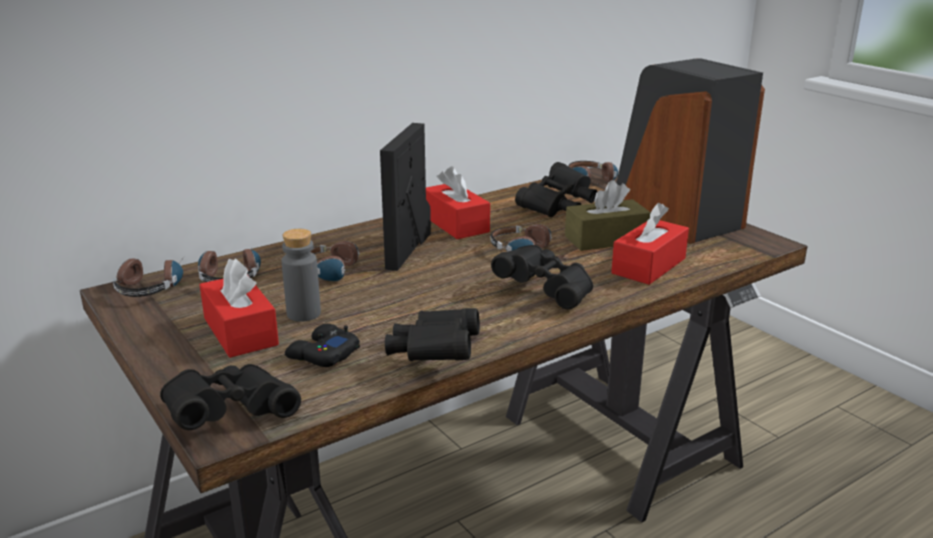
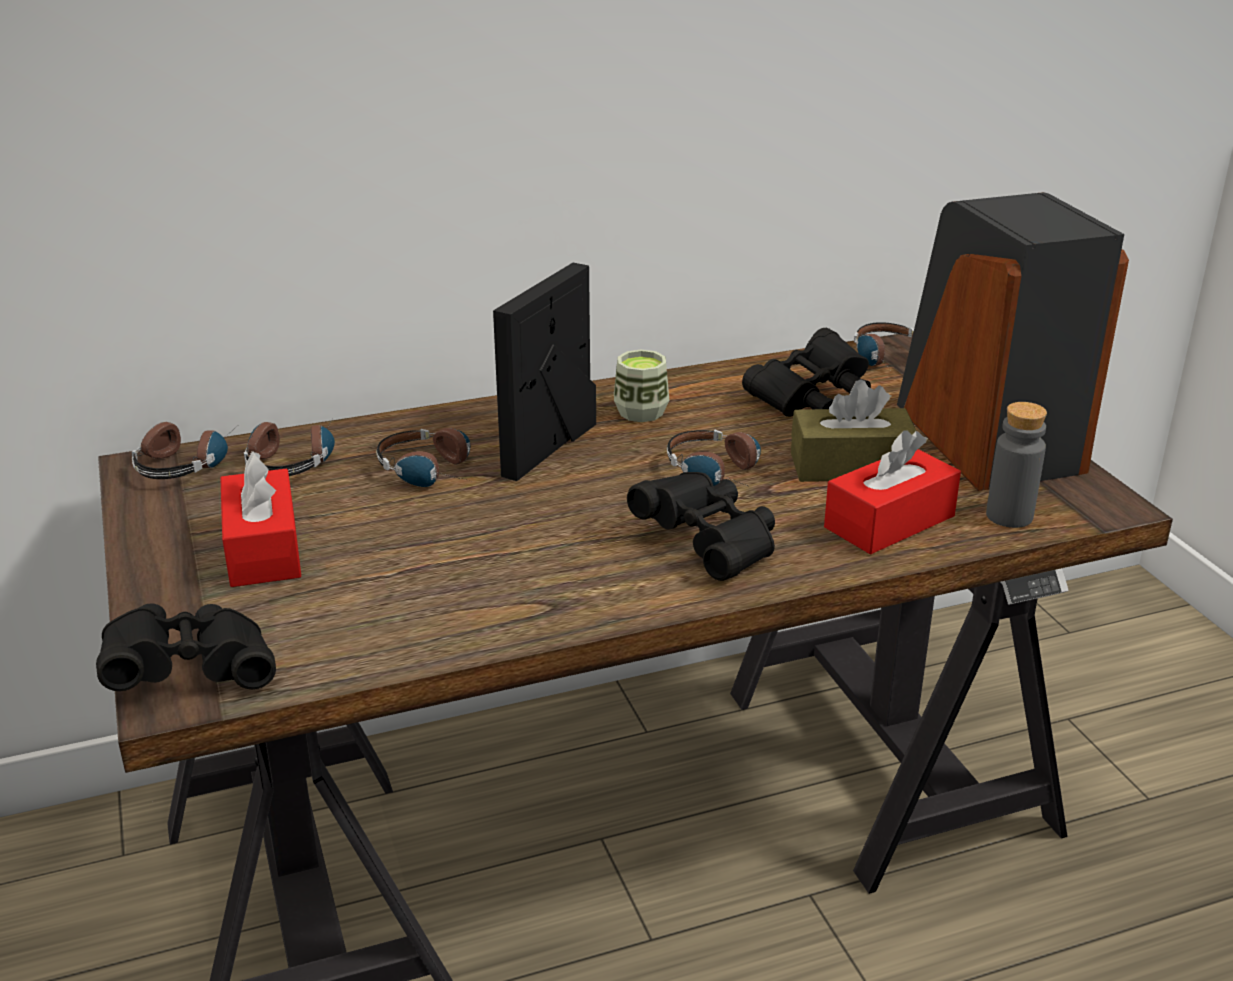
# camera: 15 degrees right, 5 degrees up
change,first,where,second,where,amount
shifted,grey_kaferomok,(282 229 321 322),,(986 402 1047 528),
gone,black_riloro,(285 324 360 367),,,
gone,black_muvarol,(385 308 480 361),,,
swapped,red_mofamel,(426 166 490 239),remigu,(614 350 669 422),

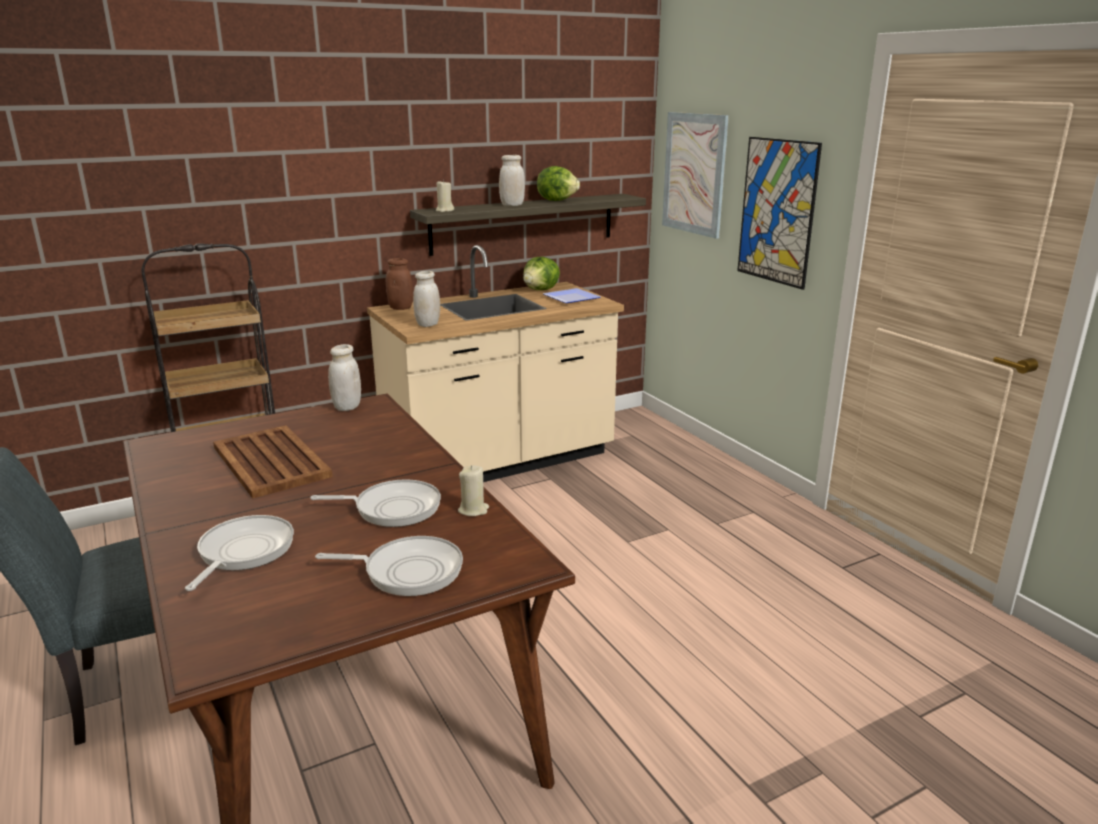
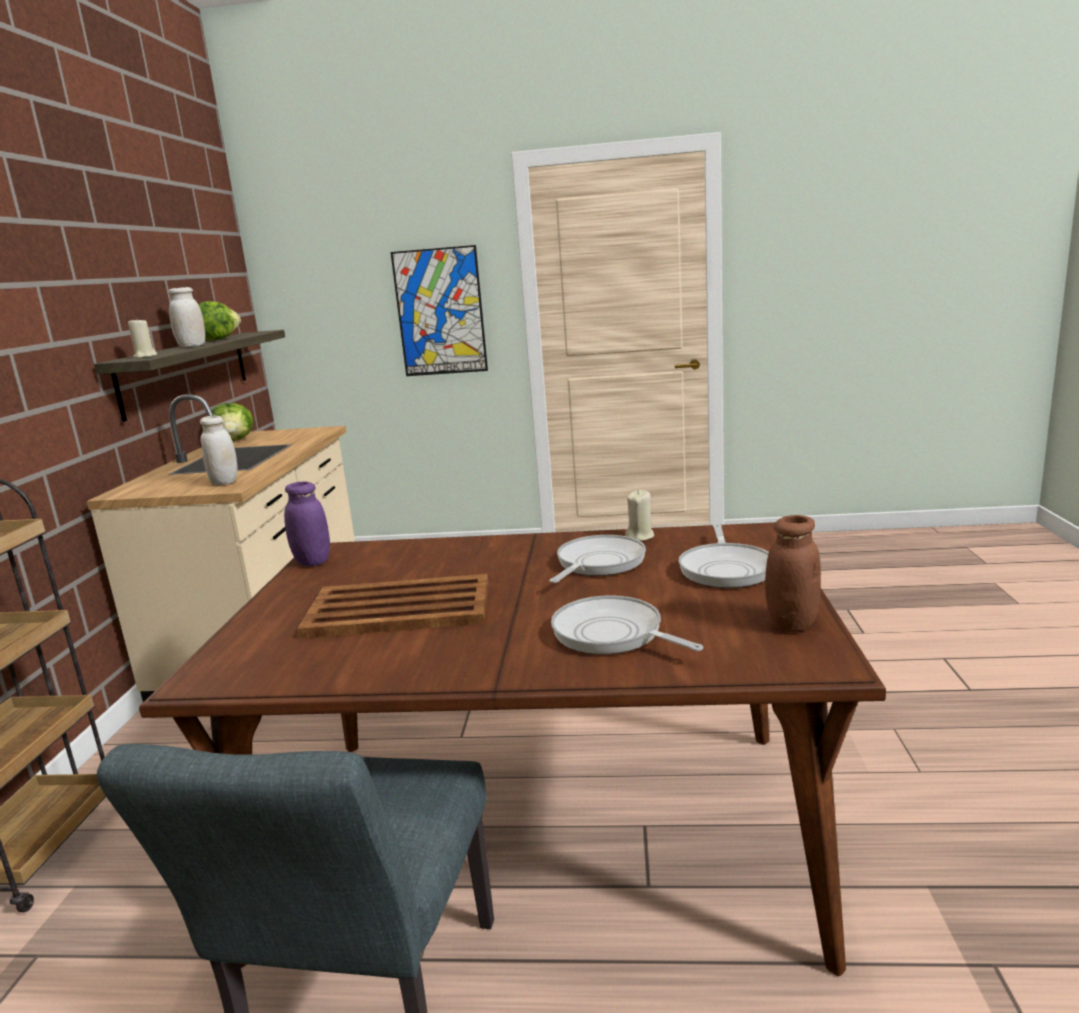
# camera: 55 degrees left, 5 degrees down
change,first,where,second,where,amount
rotated,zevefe,(315 536 463 596),,(679 524 769 588),150 degrees clockwise
repainted,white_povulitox,(328 344 361 411),purple_povulitox,(284 481 330 566),
shifted,brown_povulitox,(386 258 413 310),,(765 515 821 632),
gone,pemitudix,(543 288 601 303),,,
gone,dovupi,(662 112 729 239),,,

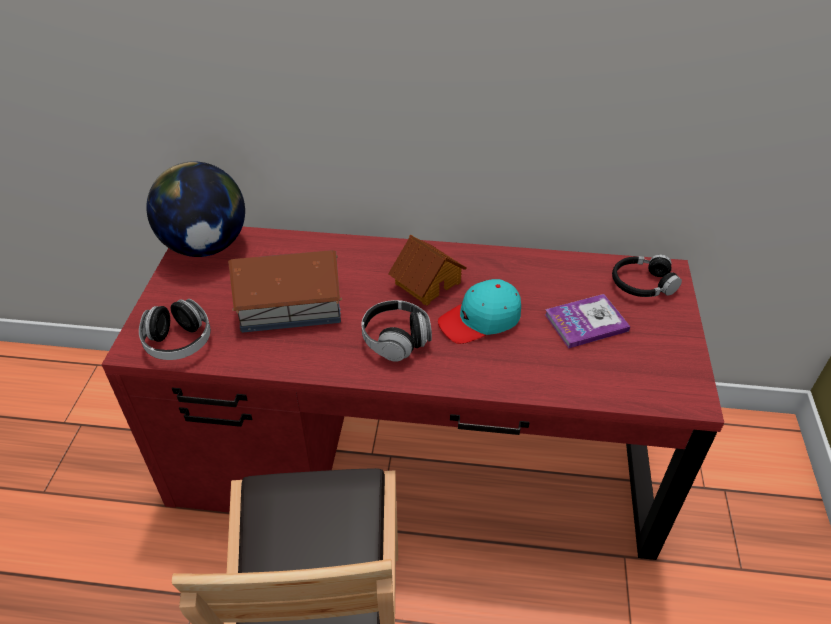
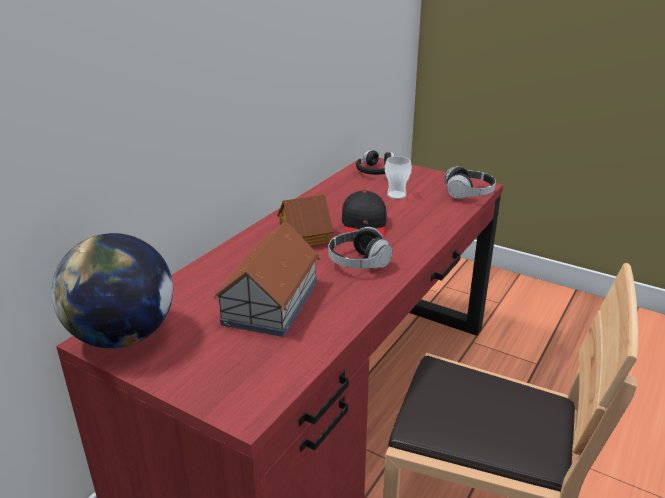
# camera: 65 degrees left, 15 degrees down
change,first,where,second,where,amount
shifted,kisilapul,(139 299 211 360),,(444 166 496 199),
repainted,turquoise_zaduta,(438 279 521 344),black_zaduta,(342 190 387 238),
swapped,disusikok,(544 294 630 349),remigu,(385 156 412 199),

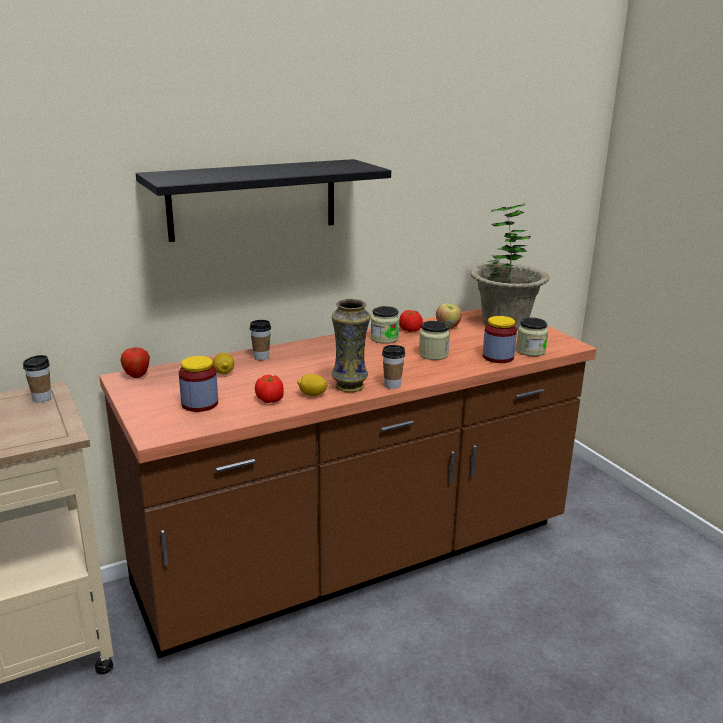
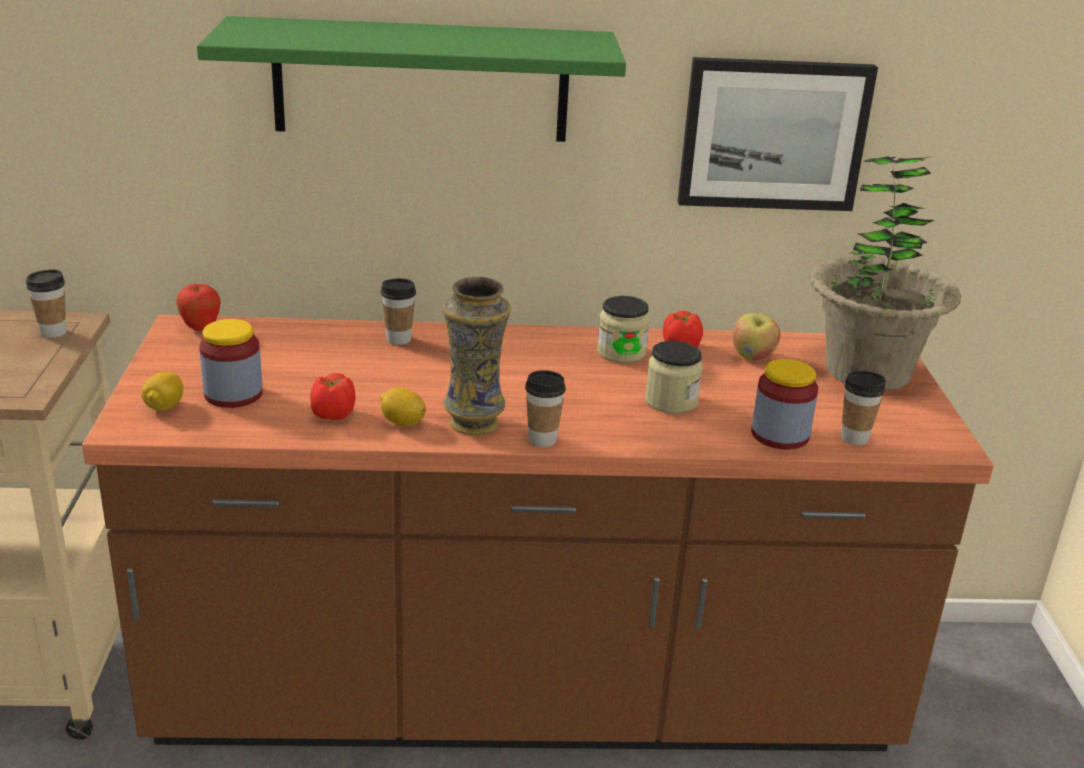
# camera: 25 degrees right, 5 degrees up
change,first,where,second,where,amount
repainted,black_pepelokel,(136 159 391 242),green_pepelokel,(197 16 626 142),
shifted,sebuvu,(213 353 234 374),,(141 372 183 411),
swapped,povulitox,(516 318 548 356),remigu,(841 371 886 445),
new,,,dovupi,(678 57 878 211),

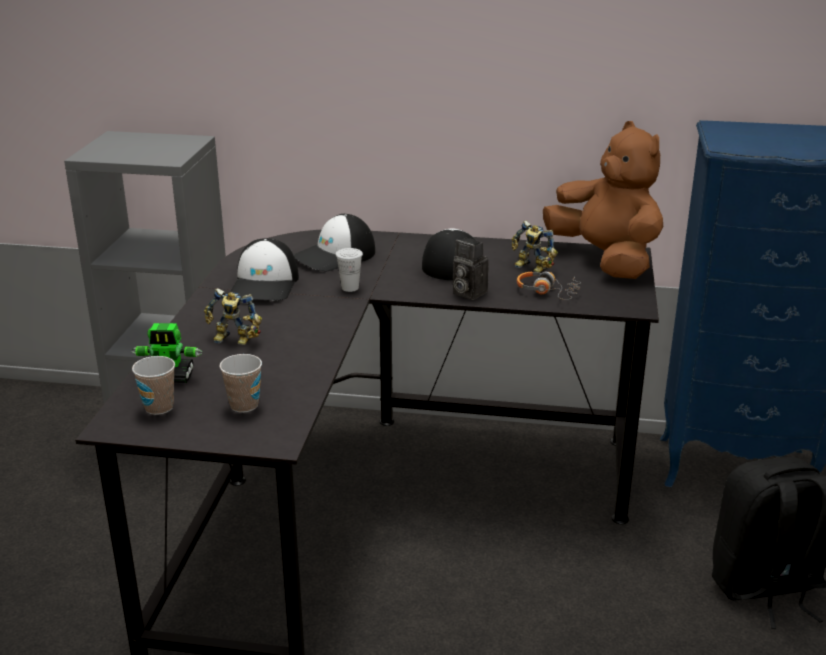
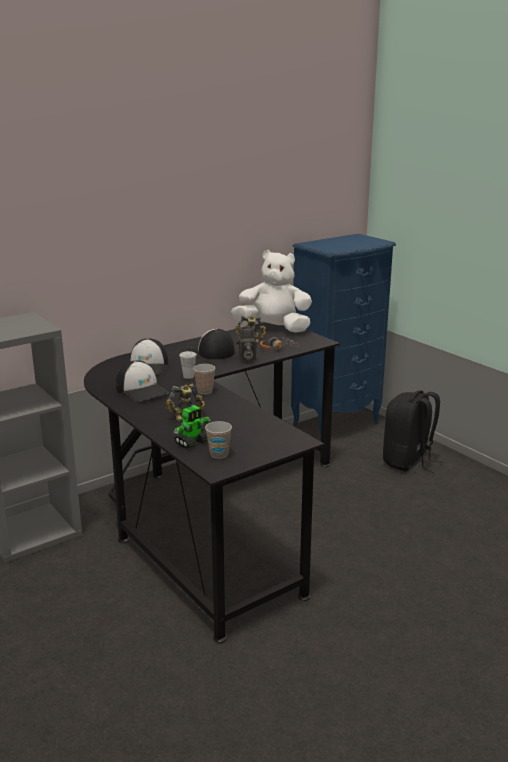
# camera: 45 degrees left, 5 degrees down
change,first,where,second,where,amount
shifted,remigu,(220 354 262 413),,(193 364 215 394),
repainted,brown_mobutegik,(543 121 663 279),white_mobutegik,(231 250 312 333),

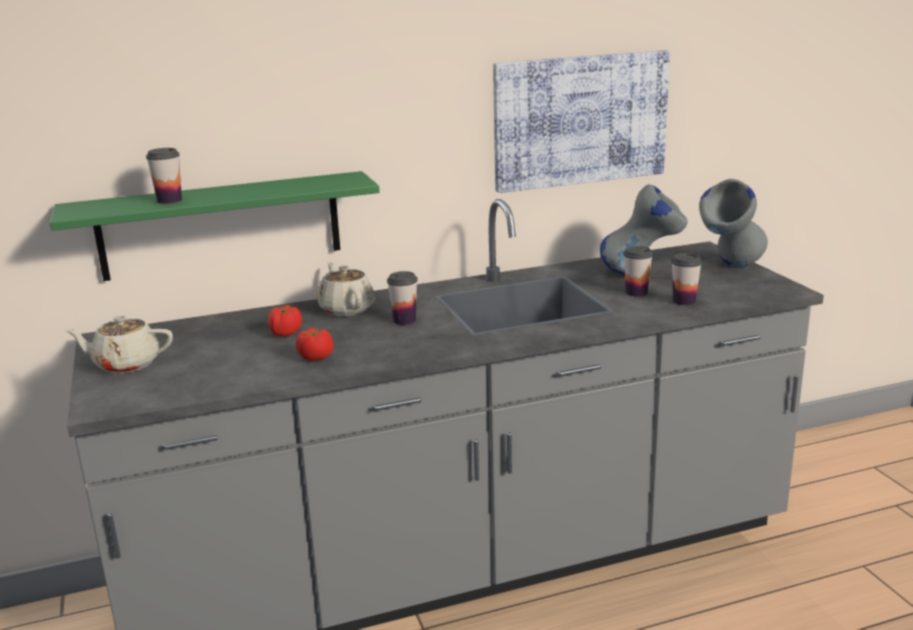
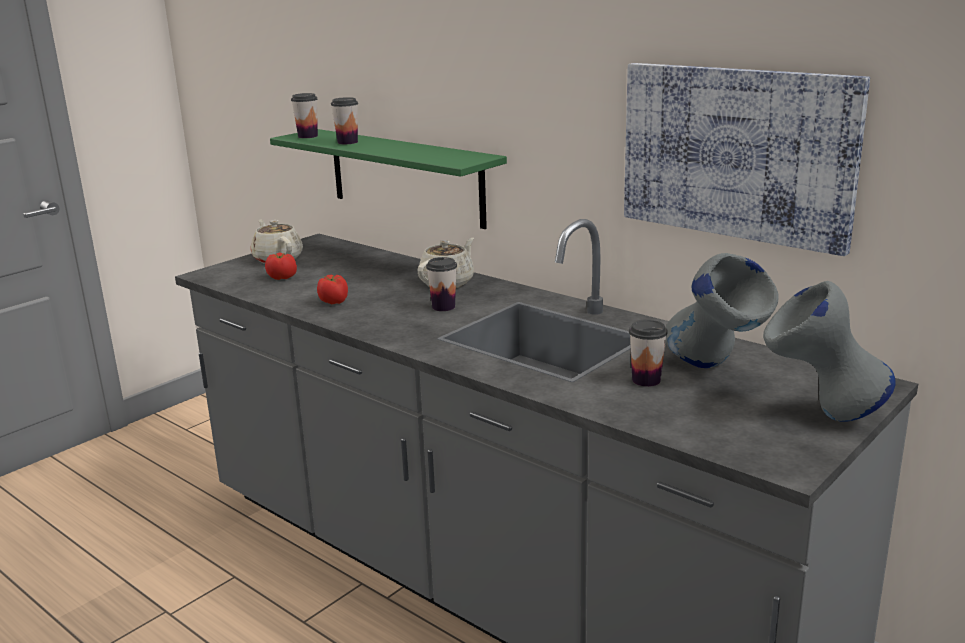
# camera: 60 degrees right, 0 degrees up
change,first,where,second,where,amount
shifted,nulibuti,(268 305 302 337),,(265 253 297 280),
shifted,remigu,(671 253 702 306),,(291 93 318 138),

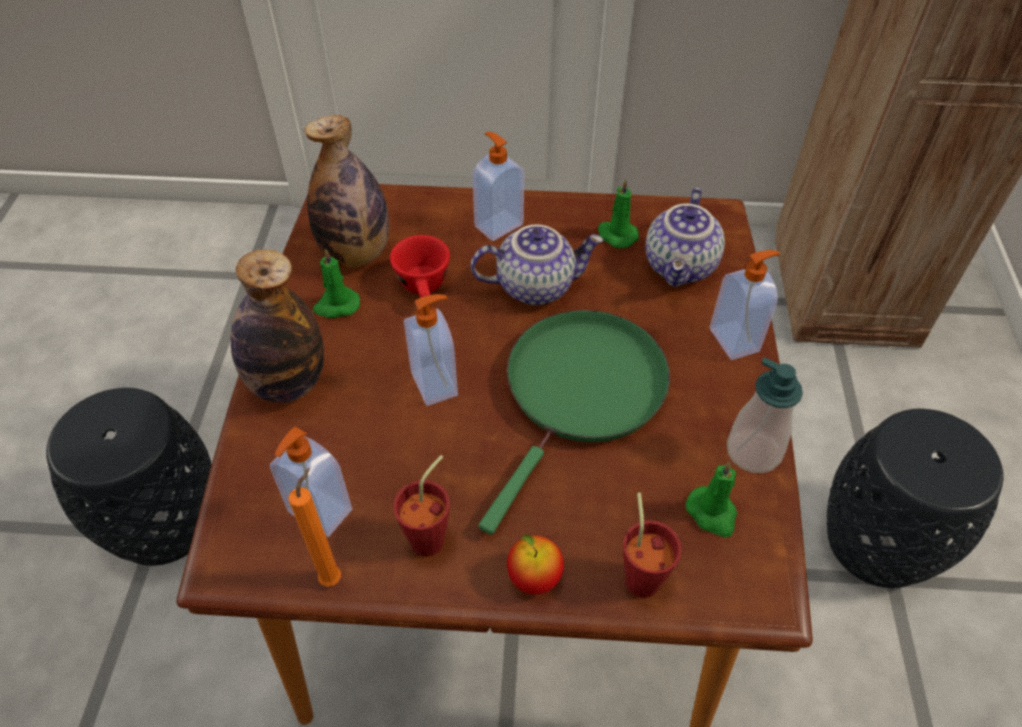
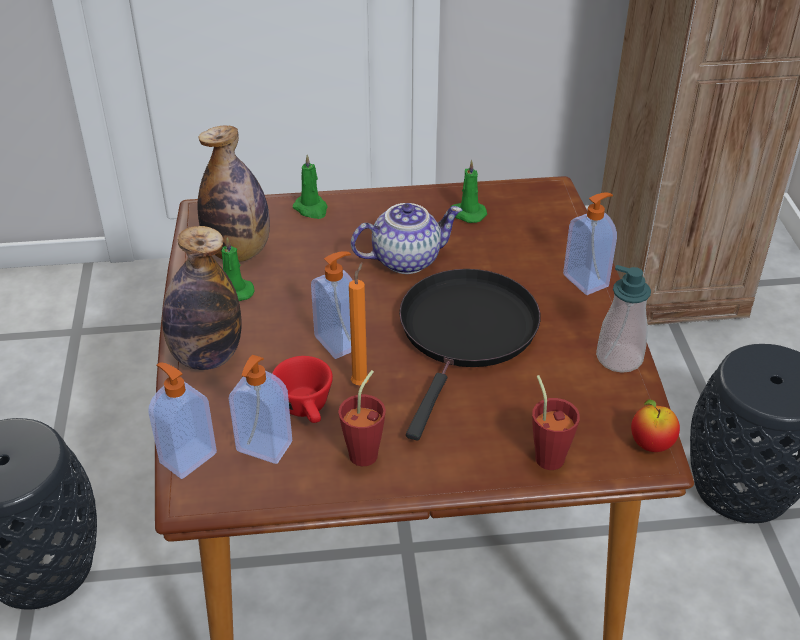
# camera: 10 degrees left, 10 degrees down
change,first,where,second,where,amount
shifted,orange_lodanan,(289 468 341 587),,(349 263 369 385),
shifted,red_remigu,(390 235 450 298),,(272 356 333 423),
shifted,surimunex,(472 132 524 241),,(148 363 217 479),
repainted,green_zevefe,(478 310 670 535),black_zevefe,(399 269 541 440),
shifted,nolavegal,(507 534 564 595),,(631 399 680 452),
gone,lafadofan,(646 187 725 286),,,
shifted,green_lodanan,(686 462 737 538),,(293 155 328 219),

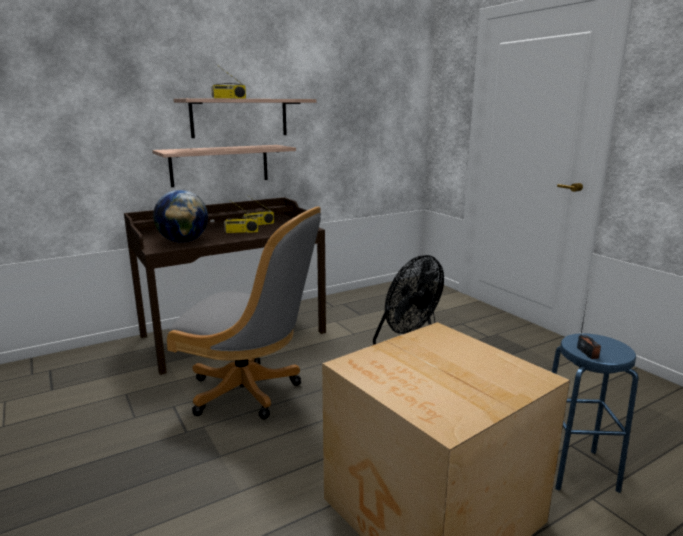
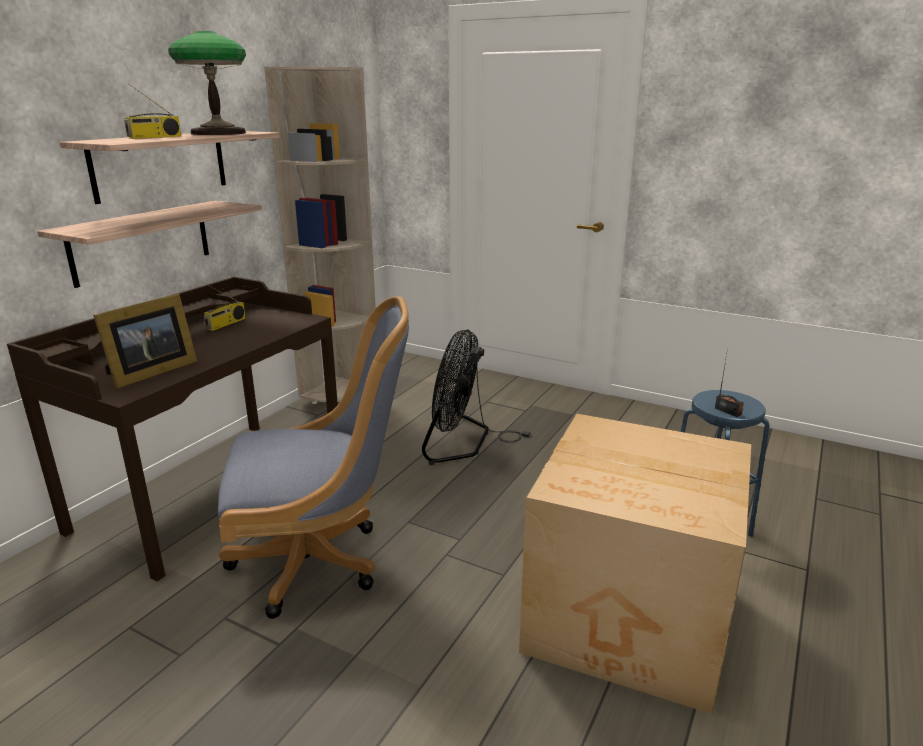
# camera: 30 degrees left, 5 degrees up
change,first,where,second,where,amount
swapped,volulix,(153 190 208 243),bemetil,(93 294 197 389),
repainted,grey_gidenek,(167 207 321 420),blue_gidenek,(218 296 409 619),
gone,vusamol,(224 201 258 233),,,
new,,,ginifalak,(168 31 246 135),
new,,,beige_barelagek,(264 66 376 404),

